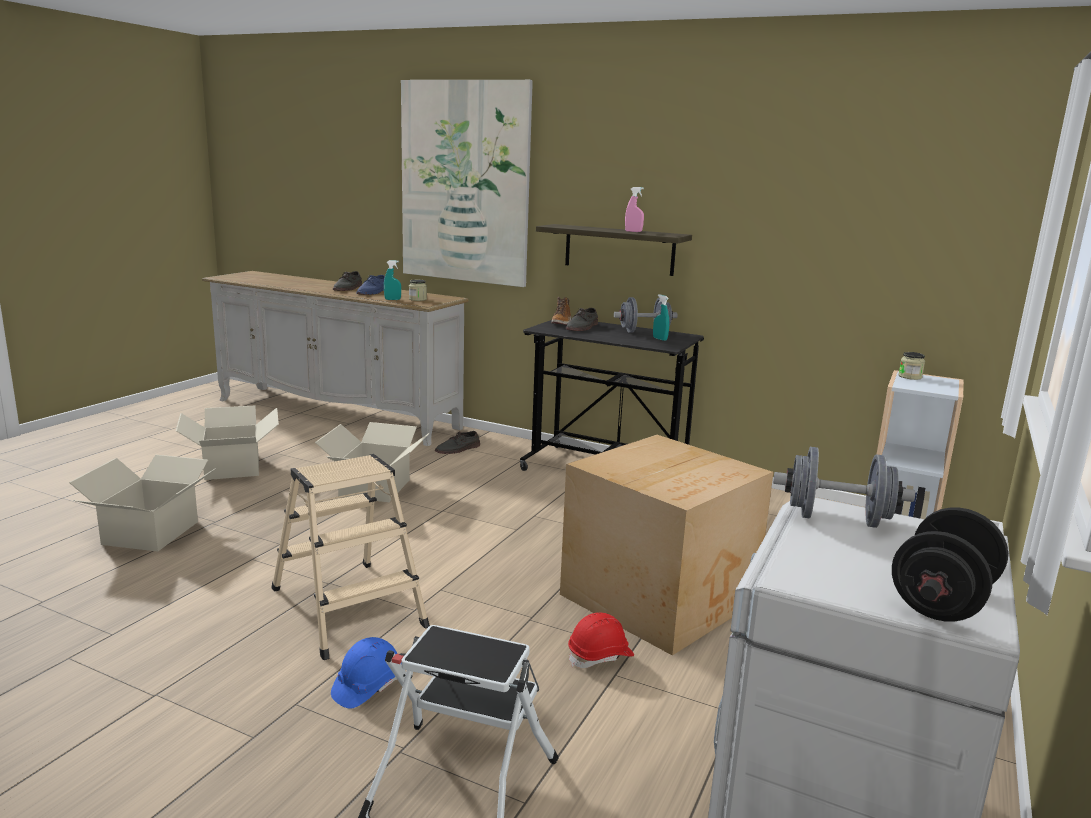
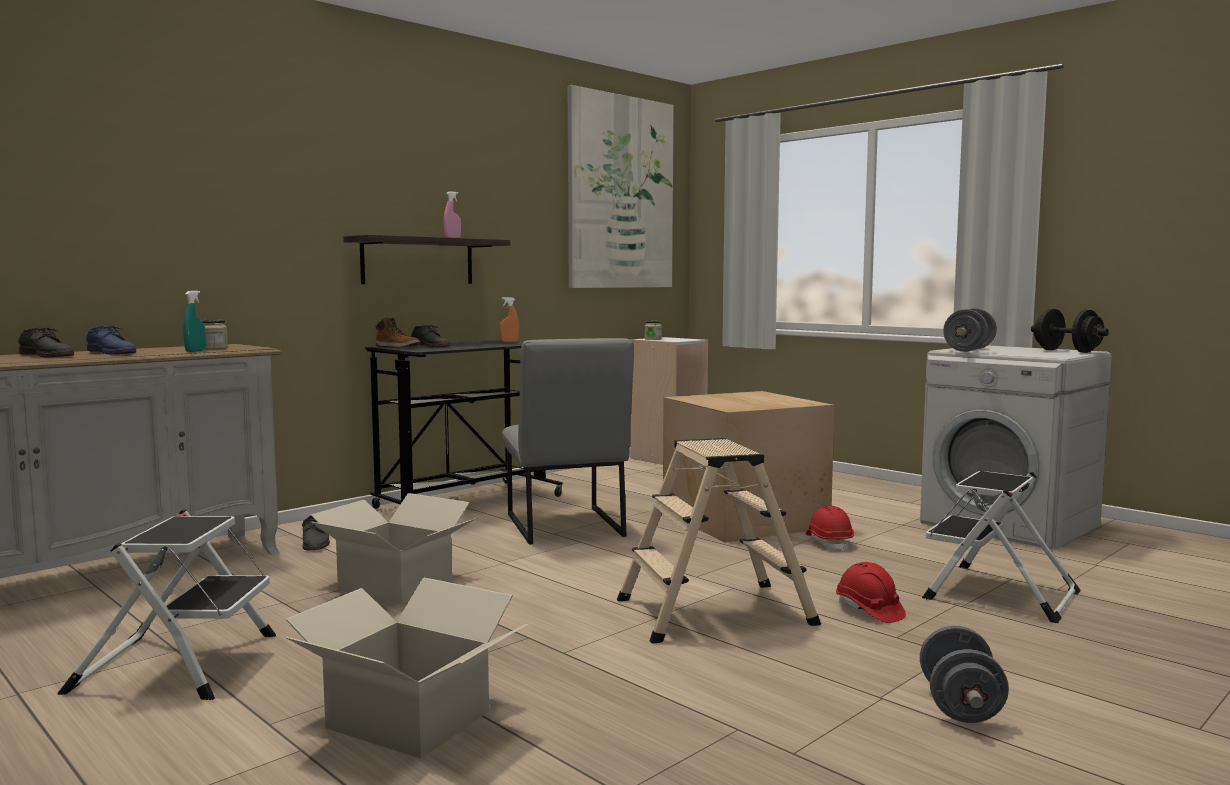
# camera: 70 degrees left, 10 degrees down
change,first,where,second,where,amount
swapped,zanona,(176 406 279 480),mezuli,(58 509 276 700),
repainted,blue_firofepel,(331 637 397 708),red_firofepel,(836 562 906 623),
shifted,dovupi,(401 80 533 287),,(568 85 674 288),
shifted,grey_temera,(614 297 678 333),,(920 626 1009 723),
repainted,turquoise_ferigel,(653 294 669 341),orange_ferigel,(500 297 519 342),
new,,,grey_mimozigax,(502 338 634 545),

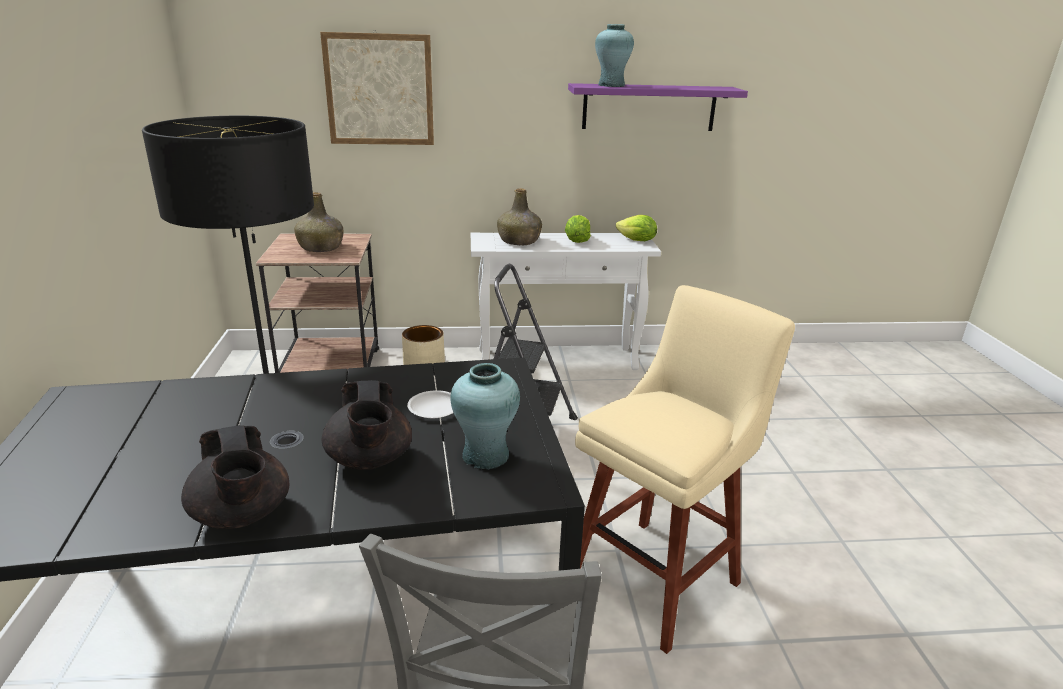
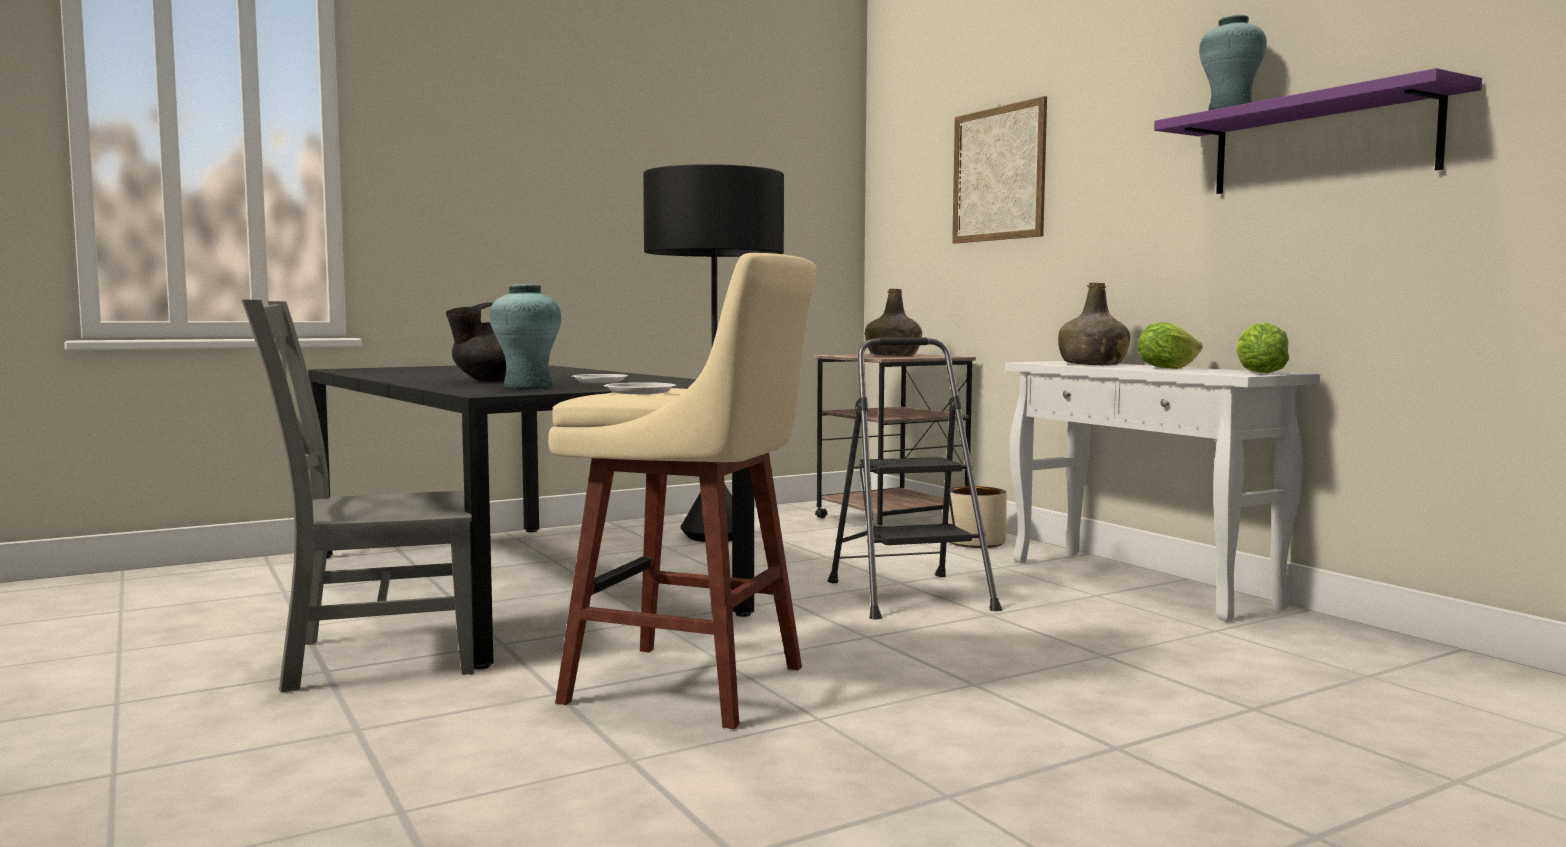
# camera: 65 degrees right, 20 degrees down
change,first,where,second,where,amount
gone,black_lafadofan,(181 426 289 529),,,
new,,,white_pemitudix,(603 382 676 394),

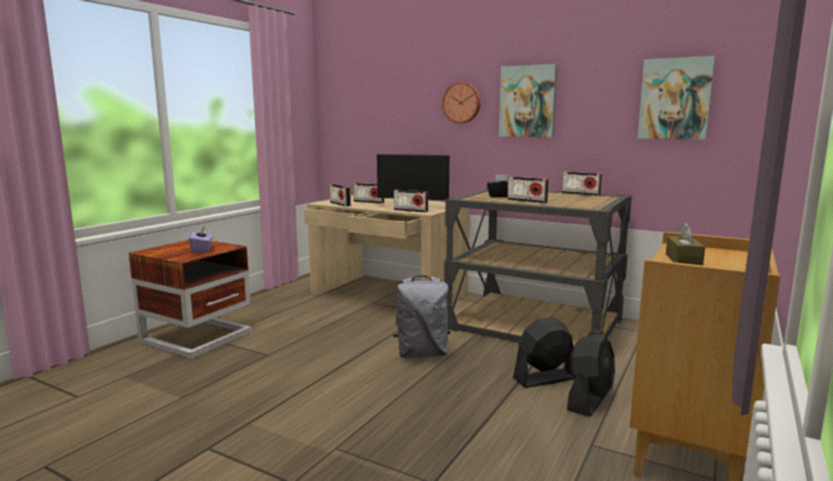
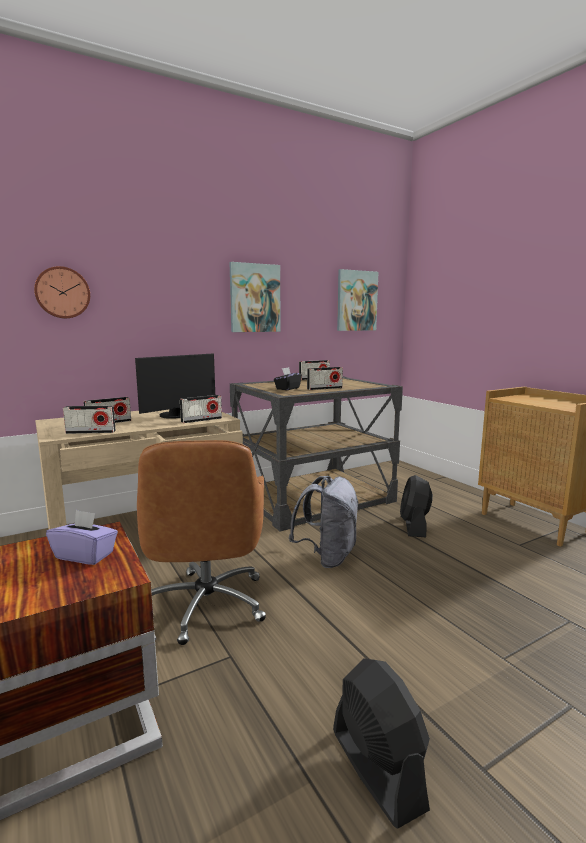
# camera: 60 degrees left, 0 degrees up
change,first,where,second,where,amount
shifted,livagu,(442 82 481 123),,(34 266 90 318),
shifted,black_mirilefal,(567 334 615 417),,(333 658 430 829),
gone,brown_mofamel,(666 222 705 266),,,
new,,,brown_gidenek,(137 440 266 645),

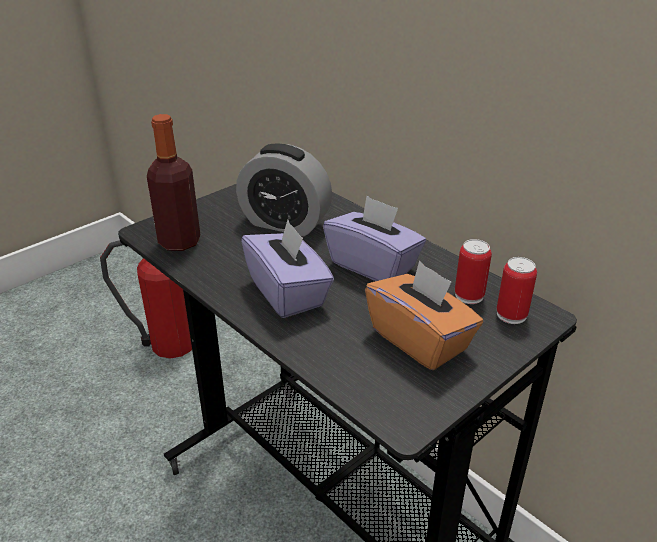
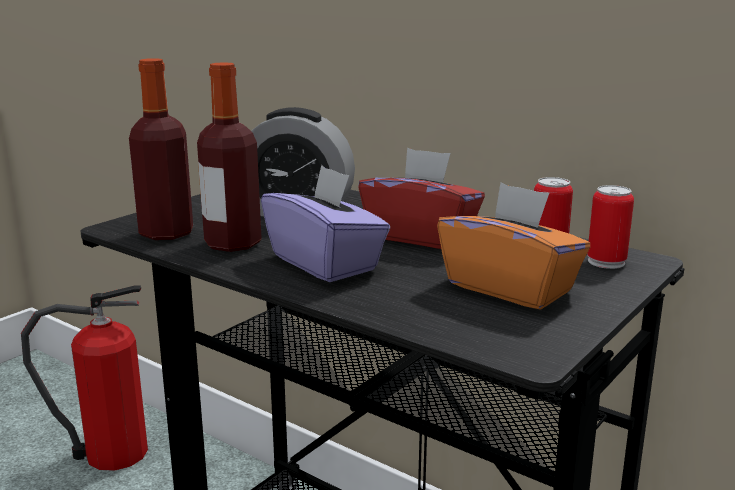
# camera: 10 degrees left, 15 degrees down
change,first,where,second,where,amount
repainted,purple_mofamel,(323 196 426 281),red_mofamel,(358 148 485 249),
new,,,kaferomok,(197 62 262 252),

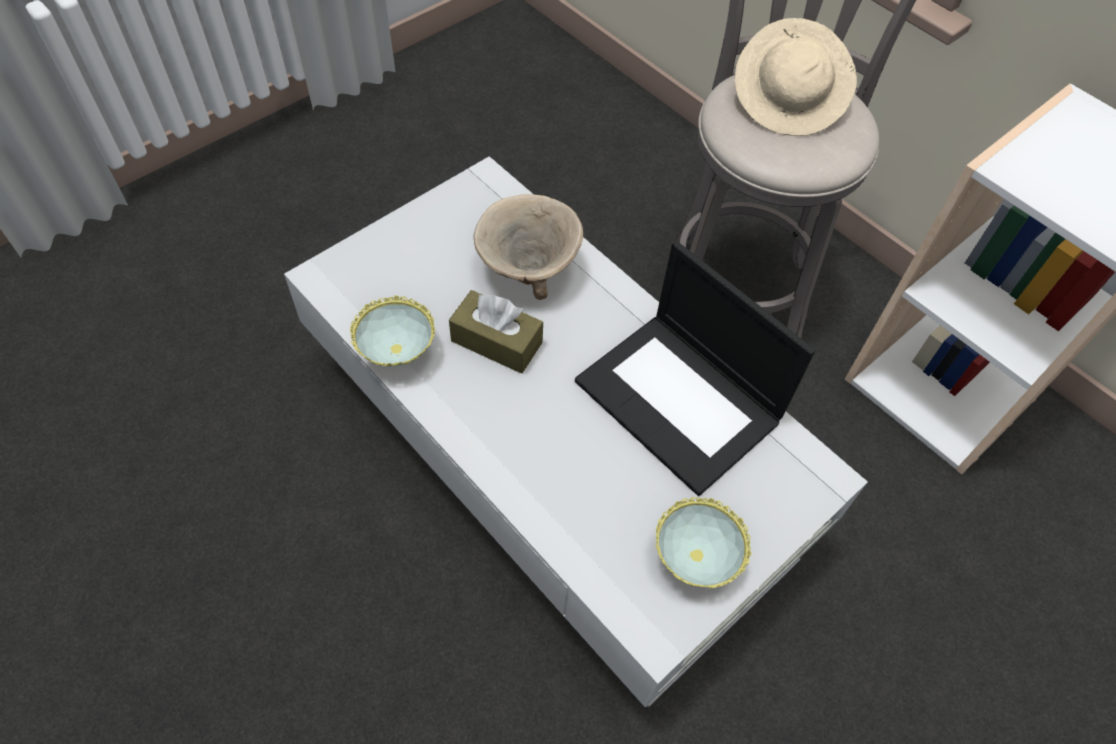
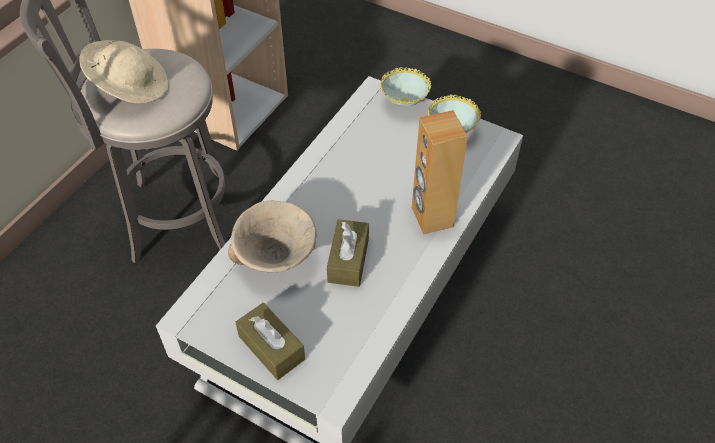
# camera: 105 degrees left, 5 degrees down
change,first,where,second,where,amount
shifted,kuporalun,(350 295 435 367),,(380 67 431 107),
gone,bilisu,(575 241 815 496),,,
new,,,brown_mofamel,(235 303 305 380),
new,,,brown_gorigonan,(412 110 468 234),

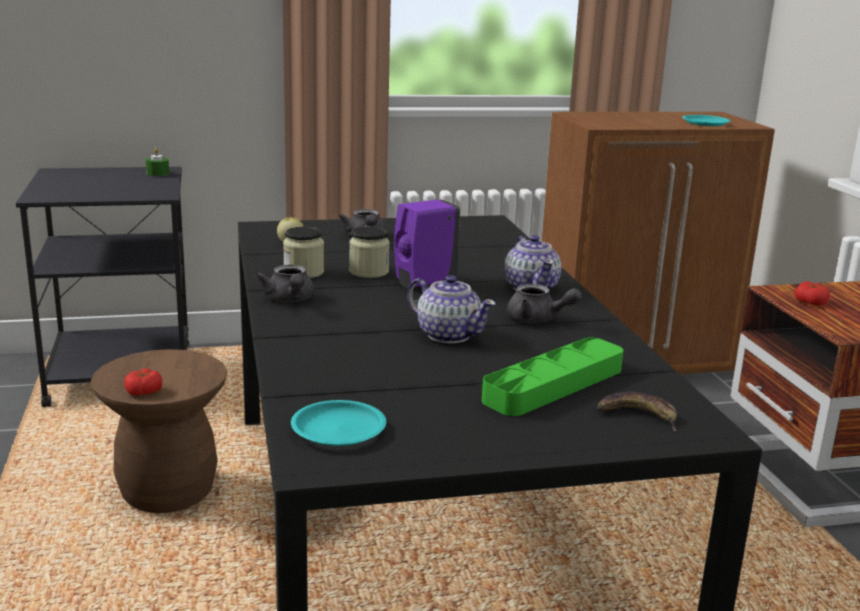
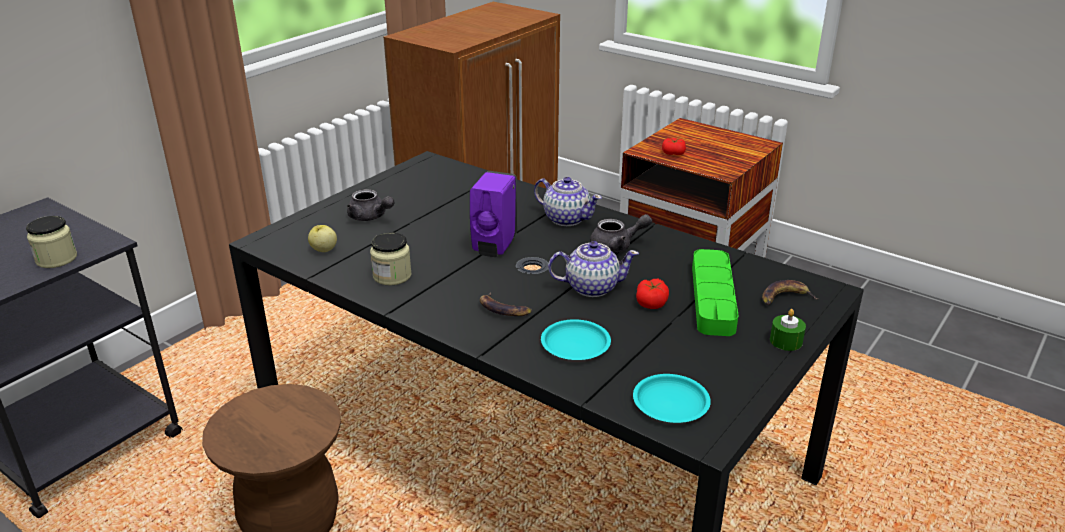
# camera: 40 degrees left, 10 degrees up
change,first,where,second,where,amount
shifted,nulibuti,(124 369 163 396),,(636 279 669 309),
shifted,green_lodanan,(145 147 169 176),,(770 309 806 351),
gone,grey_lafadofan,(256 265 315 302),,,
shifted,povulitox,(349 227 390 278),,(26 216 77 268),
shifted,turquoise_pemitudix,(682 115 731 126),,(541 319 611 360),
new,,,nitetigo,(480 293 532 316),

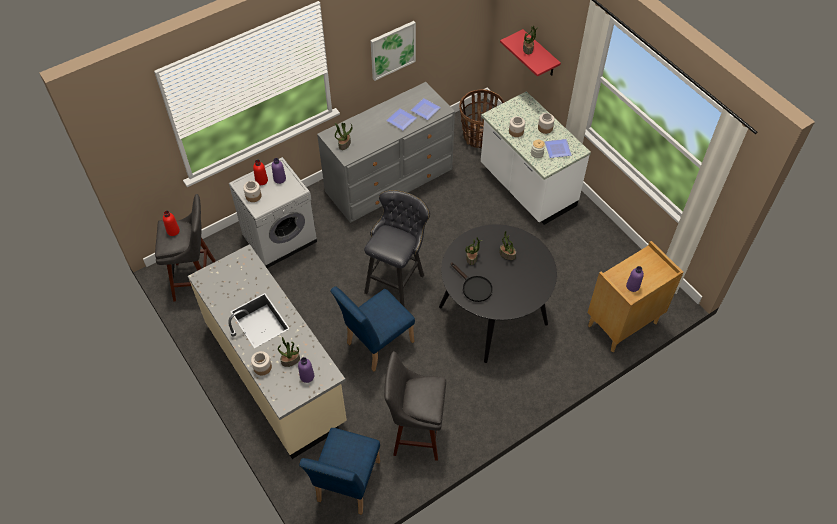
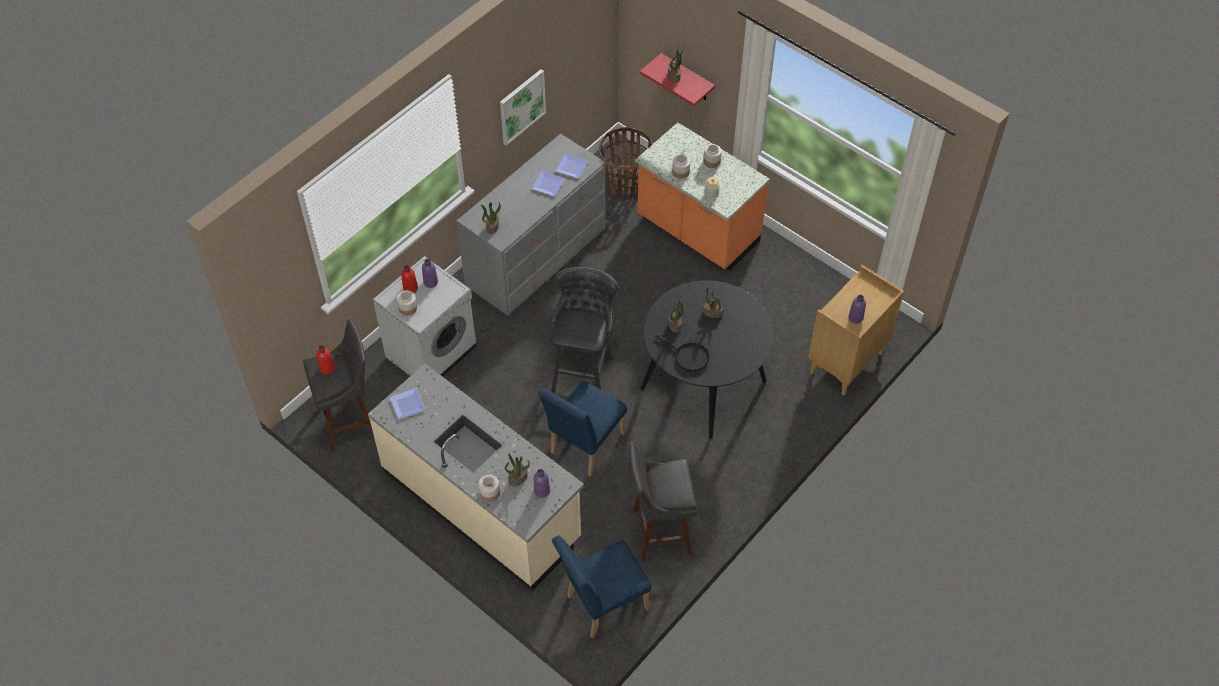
# camera: 15 degrees left, 0 degrees up
change,first,where,second,where,amount
rotated,blue_mimozigax,(299 428 380 515),,(552 535 651 638),60 degrees clockwise
repainted,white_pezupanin,(481 91 591 225),orange_pezupanin,(635 122 770 271),
shifted,pemitudix,(545 139 572 158),,(389 388 426 420),

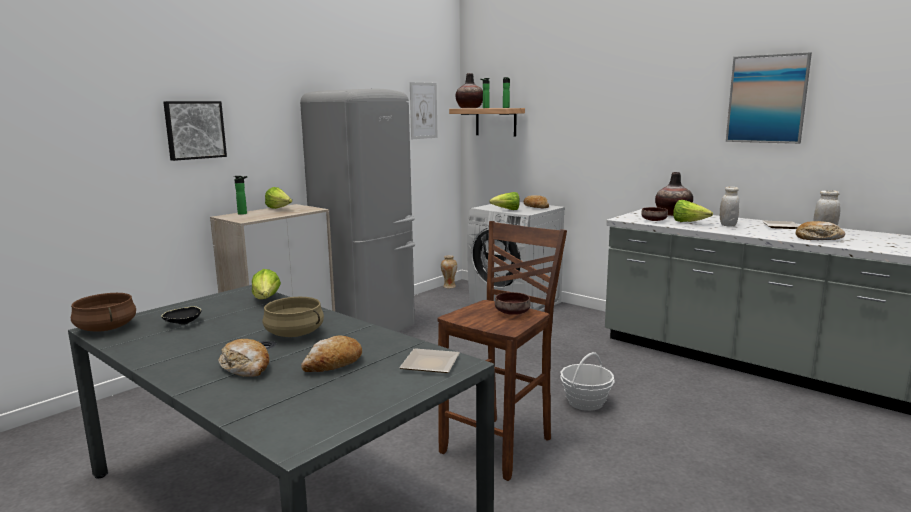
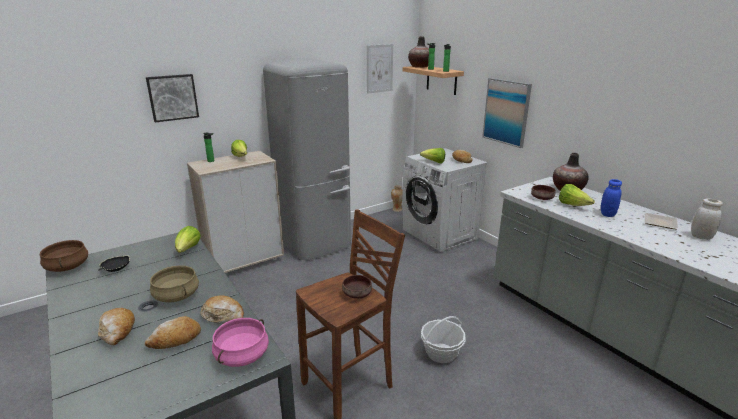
# camera: 15 degrees right, 10 degrees up
change,first,where,second,where,amount
swapped,pemitudix,(399 348 460 373),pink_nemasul,(212 318 269 367),
repainted,white_povulitox,(720 187 739 227),blue_povulitox,(601 179 622 217),
shifted,dovupi,(726 52 812 144),,(482 78 532 148),
shifted,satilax,(796 221 845 240),,(201 295 244 324),

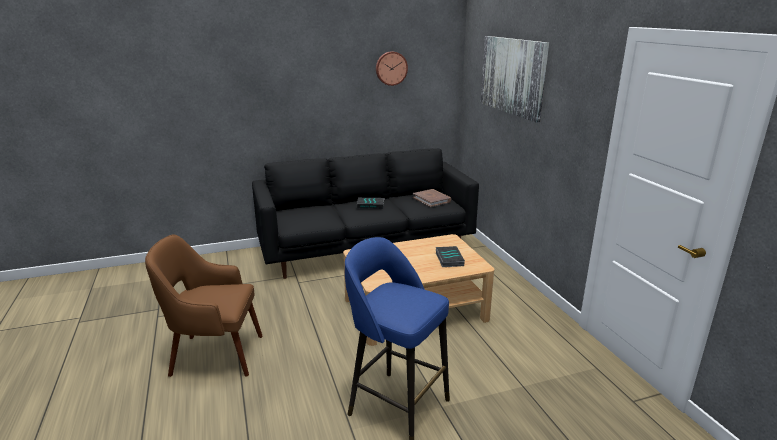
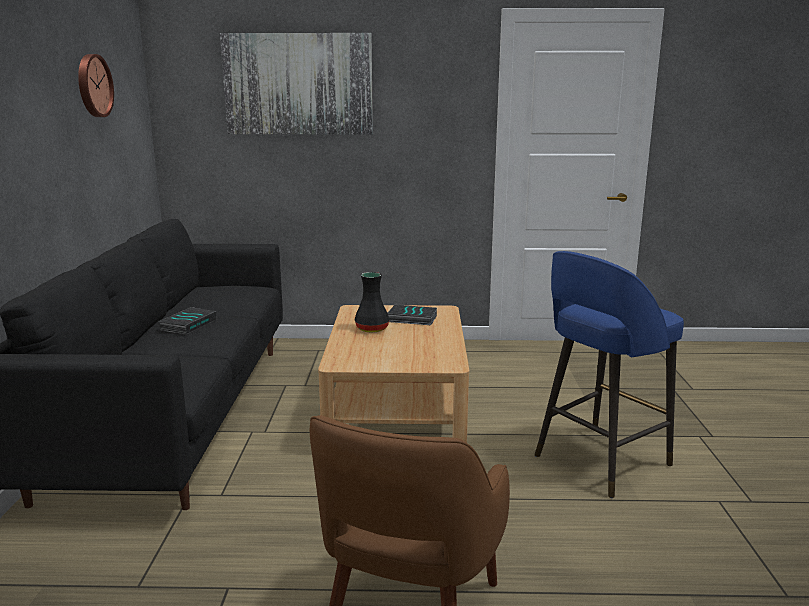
# camera: 70 degrees left, 5 degrees down
change,first,where,second,where,amount
gone,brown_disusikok,(413 189 451 207),,,
new,,,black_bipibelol,(355 272 390 332),

